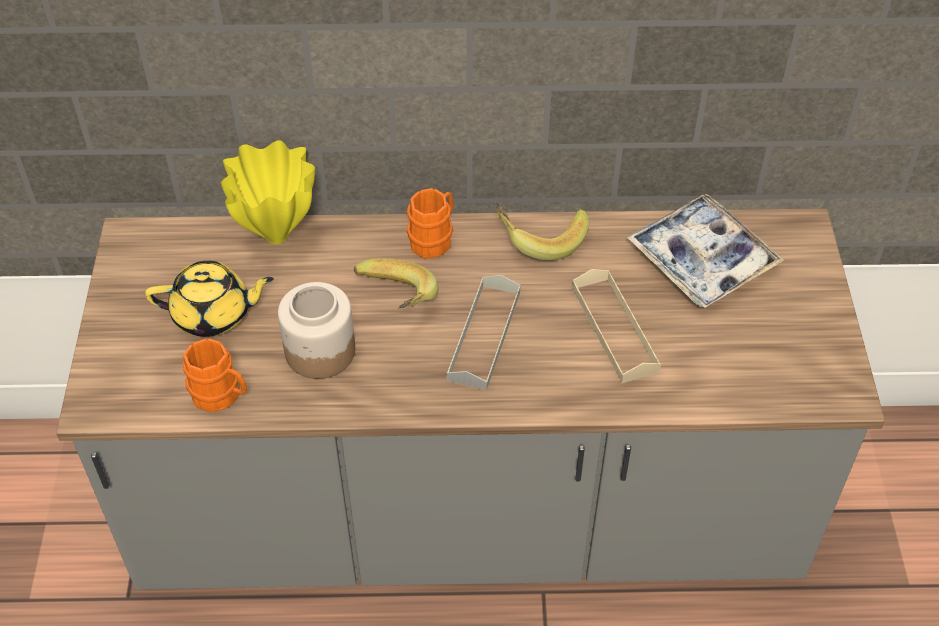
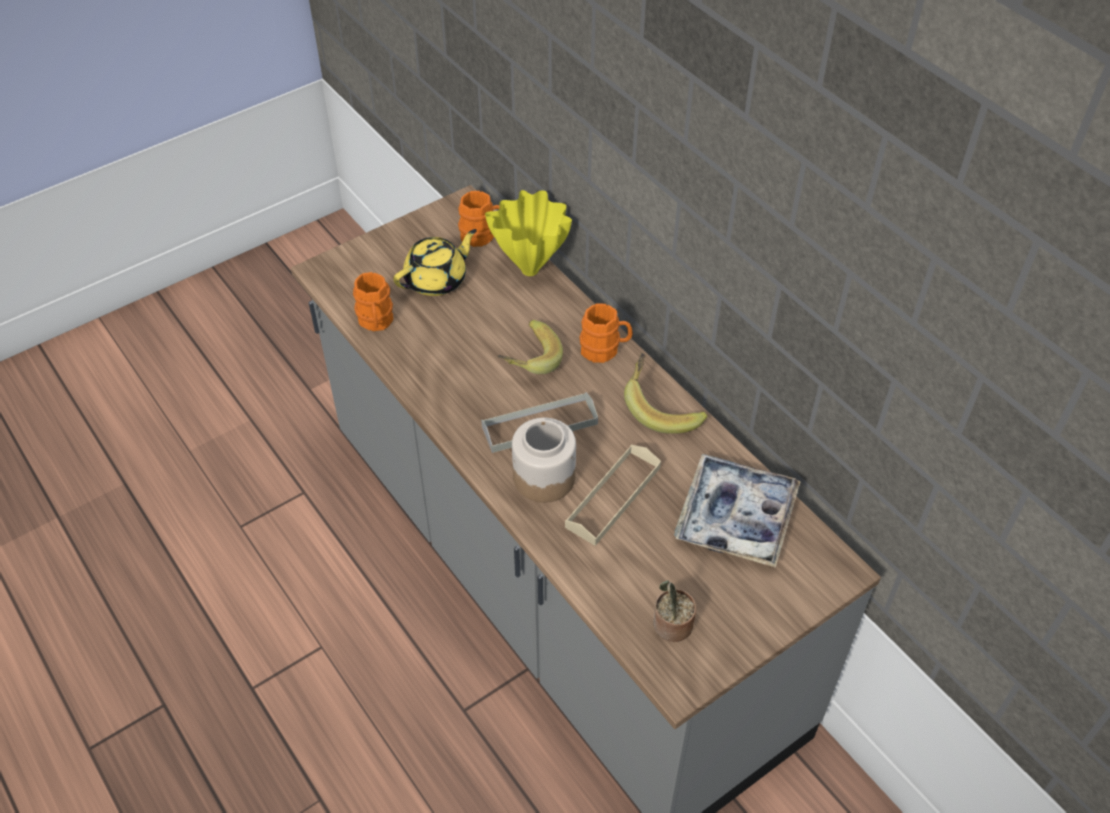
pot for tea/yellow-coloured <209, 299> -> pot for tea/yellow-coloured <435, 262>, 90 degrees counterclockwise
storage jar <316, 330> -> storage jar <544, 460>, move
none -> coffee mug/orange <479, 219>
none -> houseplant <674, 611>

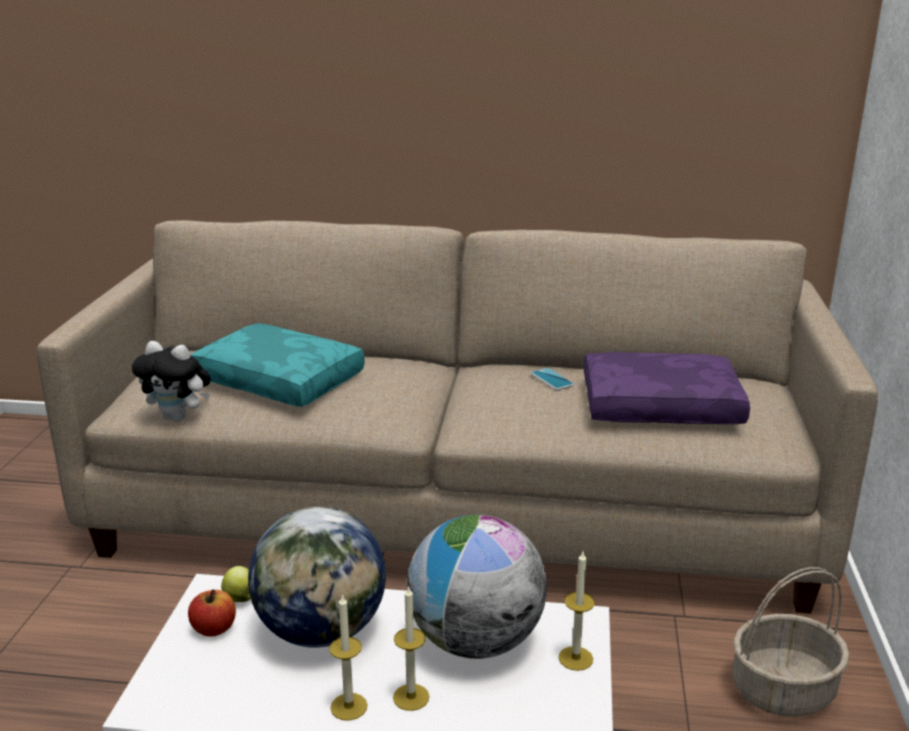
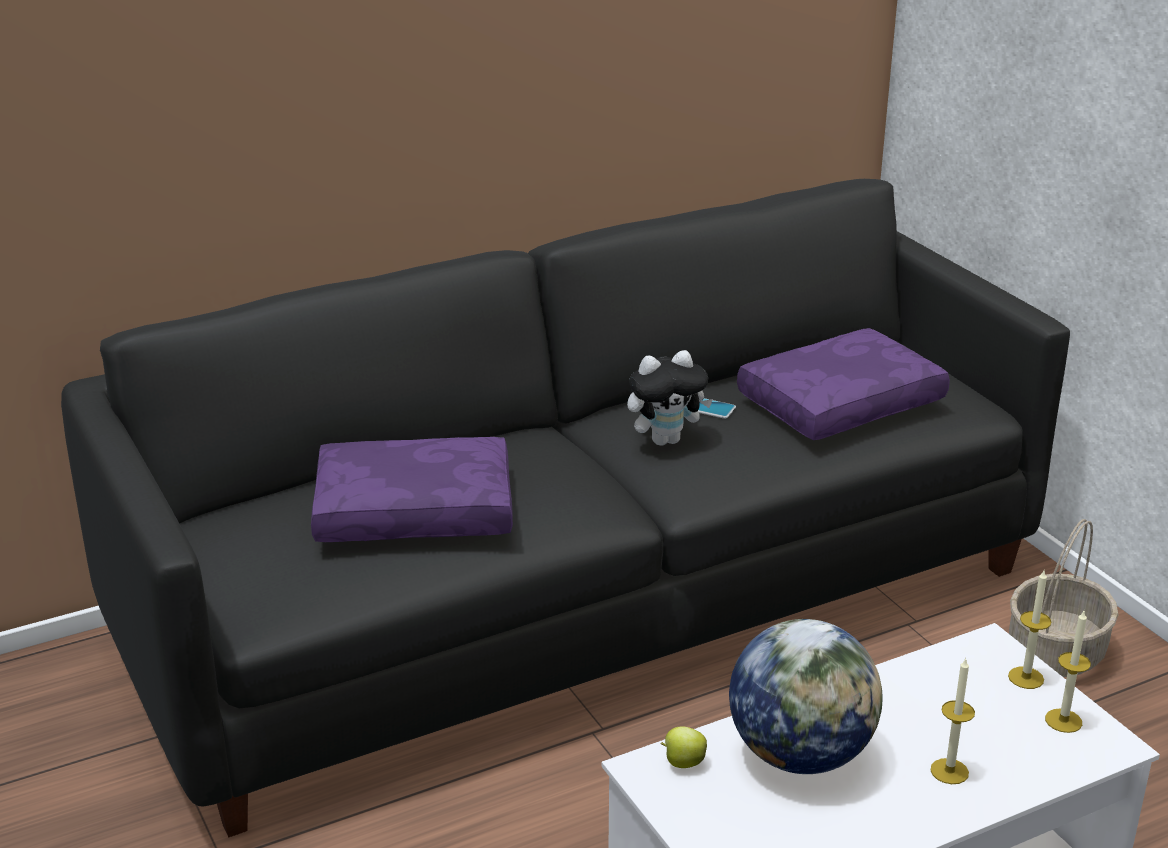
couch/beige <457, 417> -> couch/black-coloured <565, 508>
cushion/turquoise-coloured <277, 365> -> cushion/purple-coloured <412, 489>
plush toy <171, 381> -> plush toy <670, 398>, move
world globe <477, 587> -> none
whole apple <212, 613> -> none
wax candle <348, 657> -> wax candle <1068, 672>, move

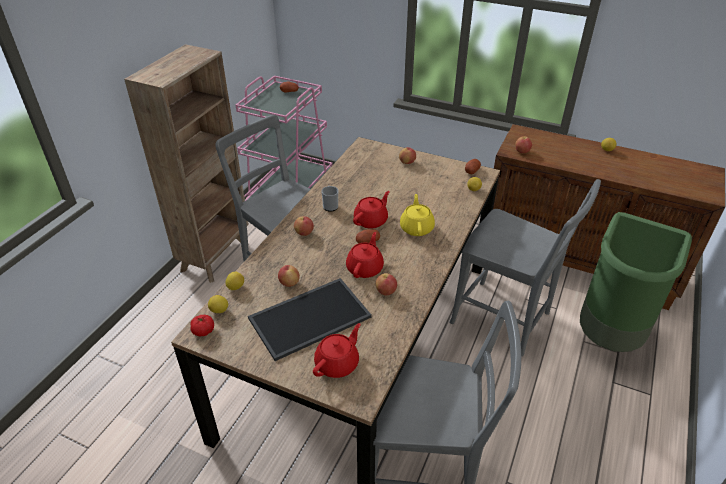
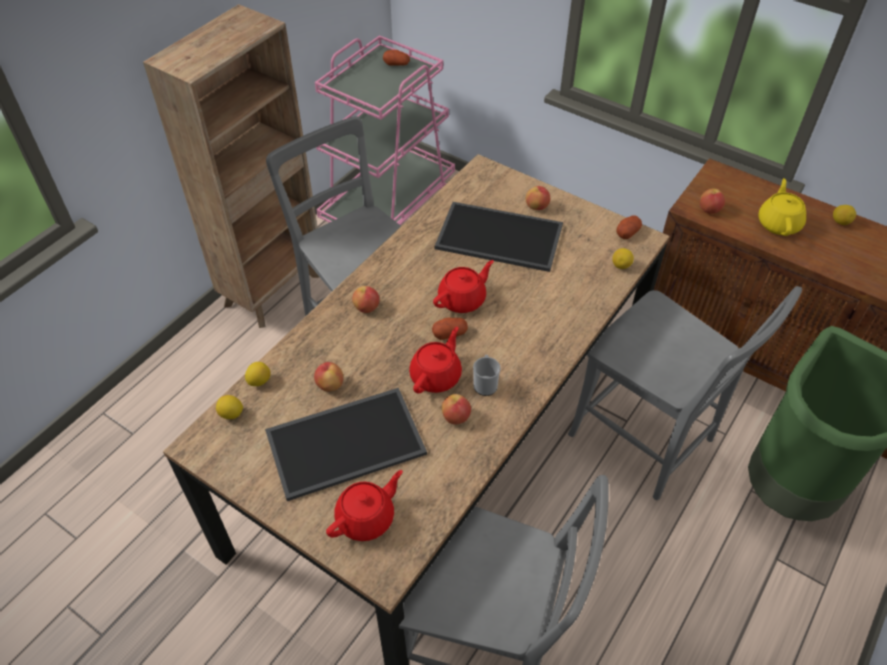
coffee mug <330, 198> -> coffee mug <487, 375>, move
pot for tea/yellow-coloured <417, 215> -> pot for tea/yellow-coloured <782, 207>, move
fresh tomato <202, 325> -> none
none -> serving tray <499, 237>

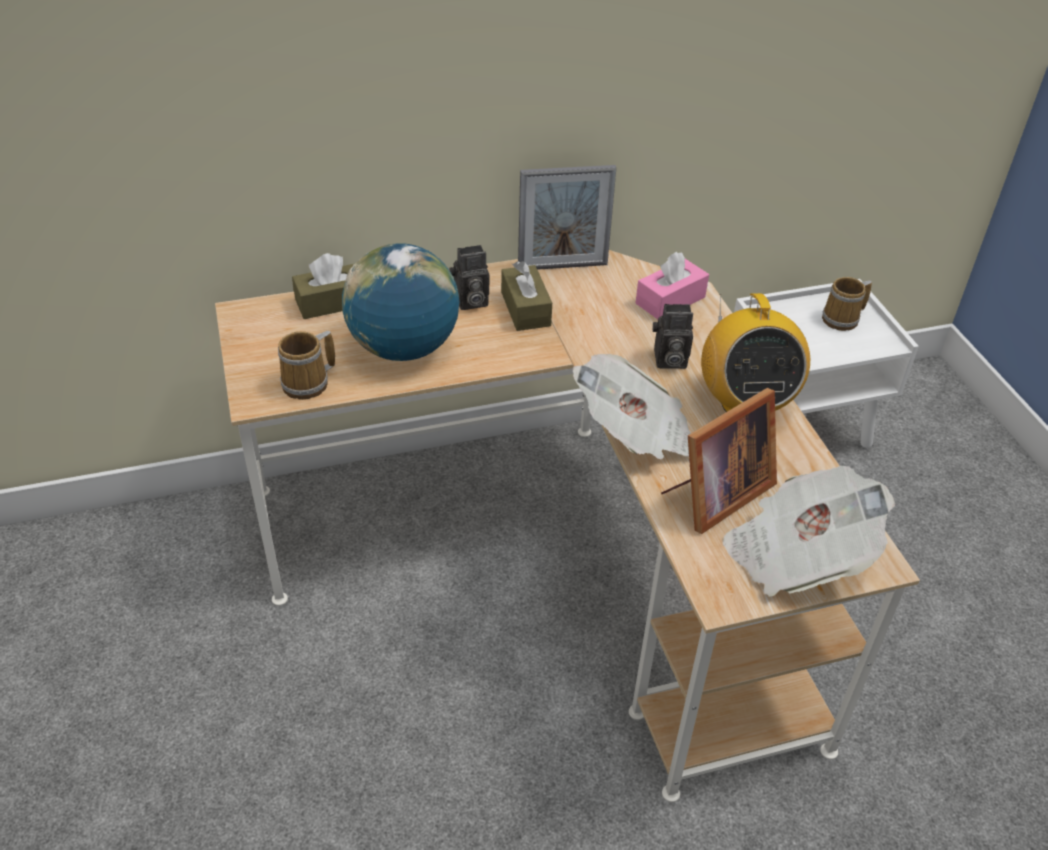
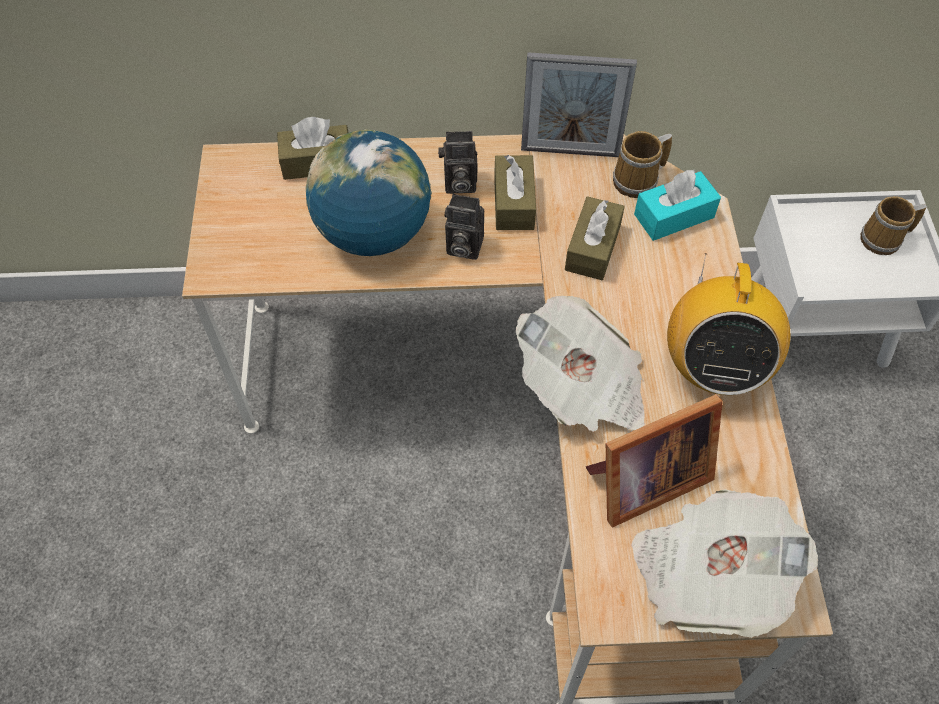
tissue box/pink-coloured <672, 285> -> tissue box/turquoise-coloured <677, 205>
still camera <673, 336> -> still camera <464, 227>, move
coffee mug <306, 365> -> coffee mug <642, 164>, move
none -> tissue box/brownish <595, 238>

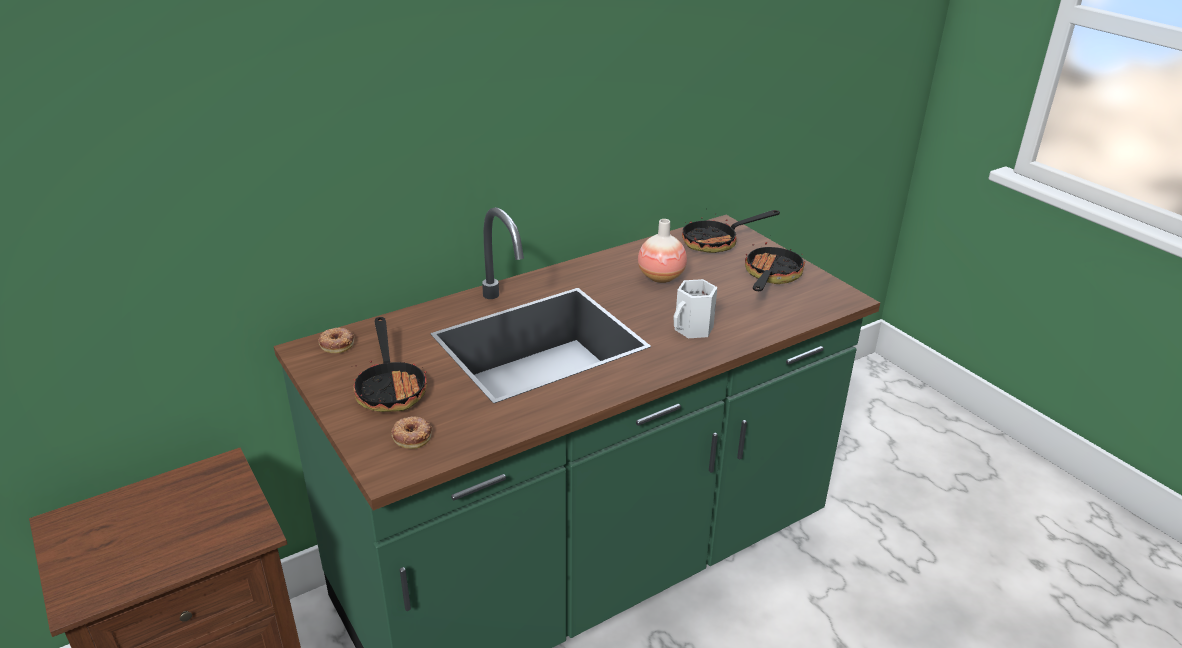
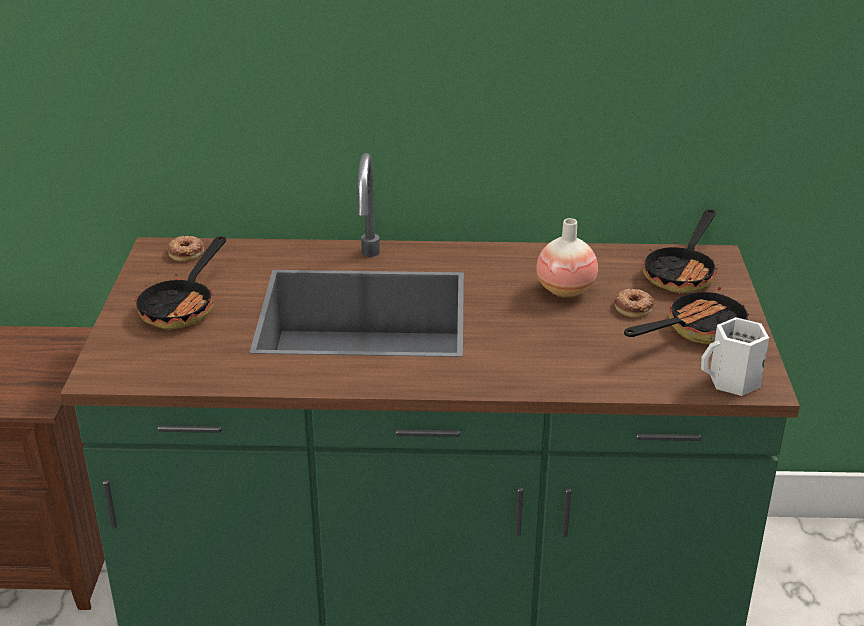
skillet <731, 231> -> skillet <680, 251>, 75 degrees counterclockwise
coffee mug/white <696, 308> -> coffee mug/white <735, 356>, move
doughnut <411, 432> -> doughnut <634, 303>, move

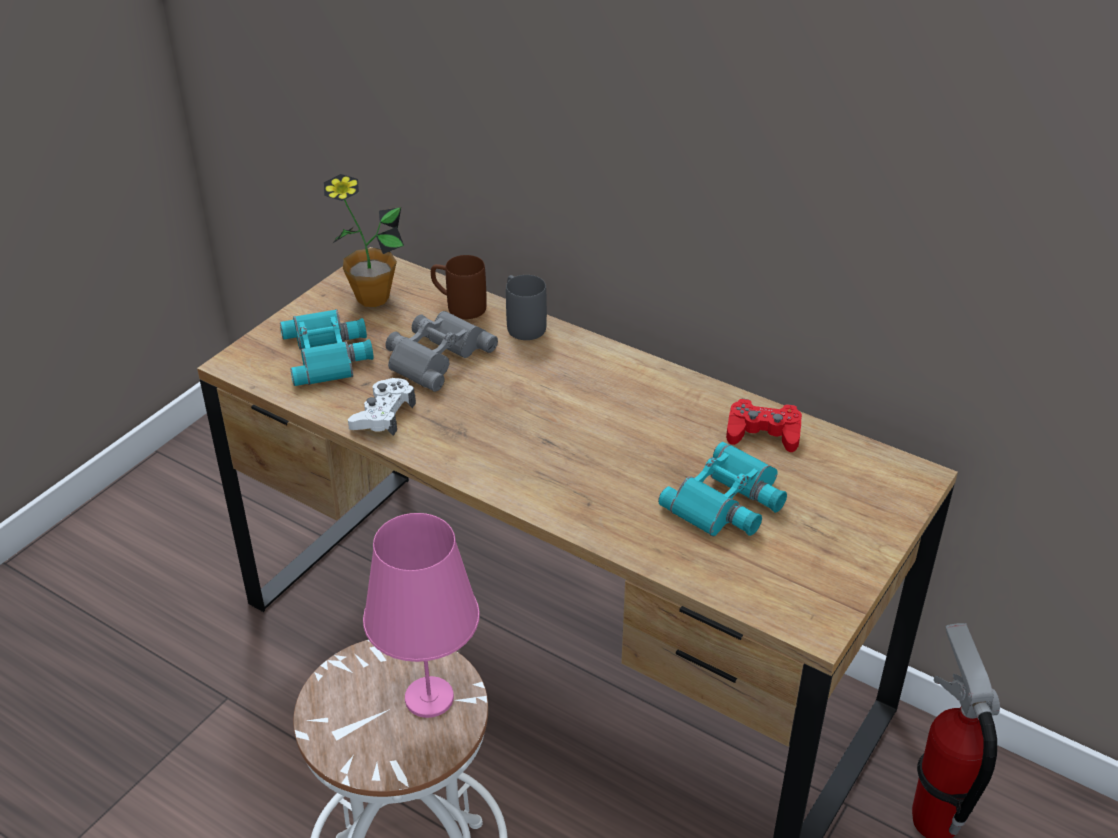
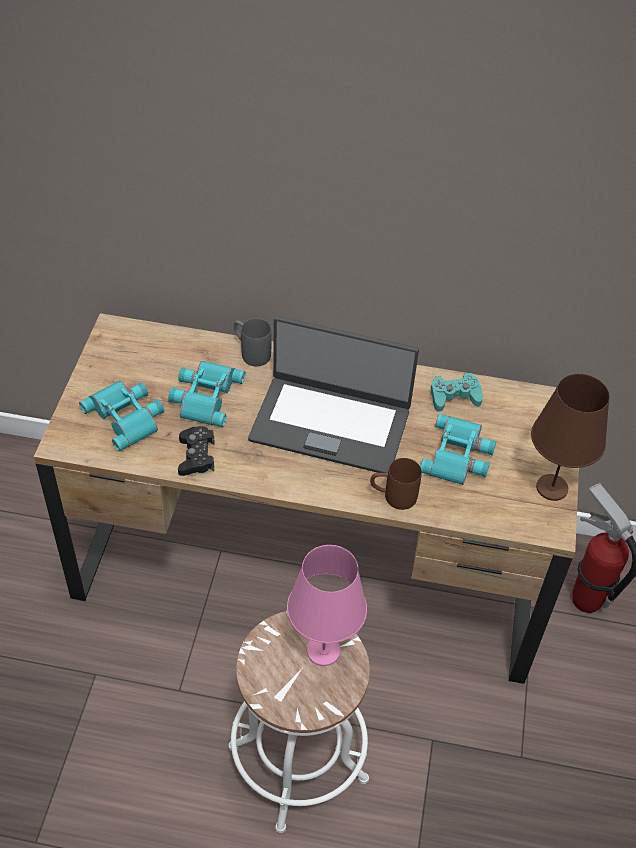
houseplant <364, 240> -> none
coffee mug/brownish <459, 287> -> coffee mug/brownish <396, 484>, move
pair of binoculars/greyish <441, 351> -> pair of binoculars/turquoise-coloured <206, 394>
game controller/white <382, 407> -> game controller/black-coloured <196, 451>
game controller/red <764, 425> -> game controller/turquoise-coloured <457, 392>
none -> laptop <333, 394>
none -> tabletop lamp/brownish <570, 437>

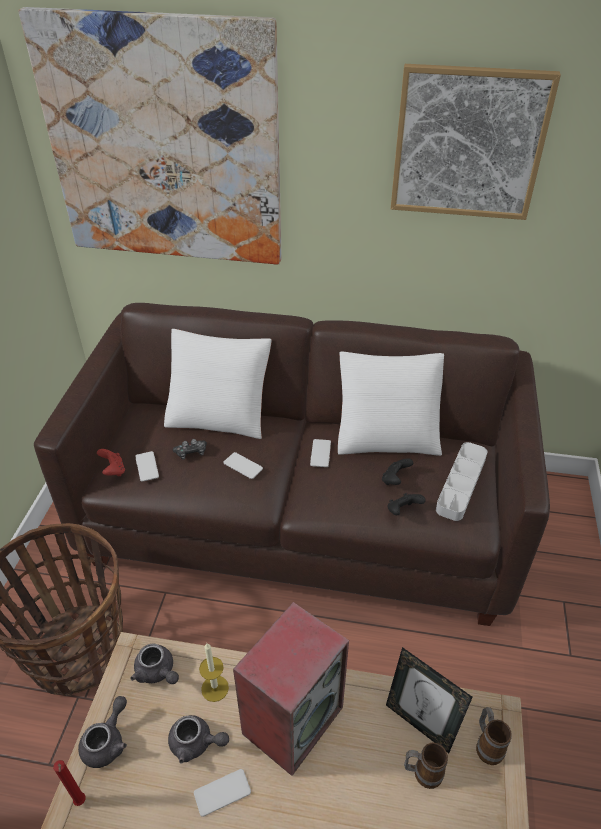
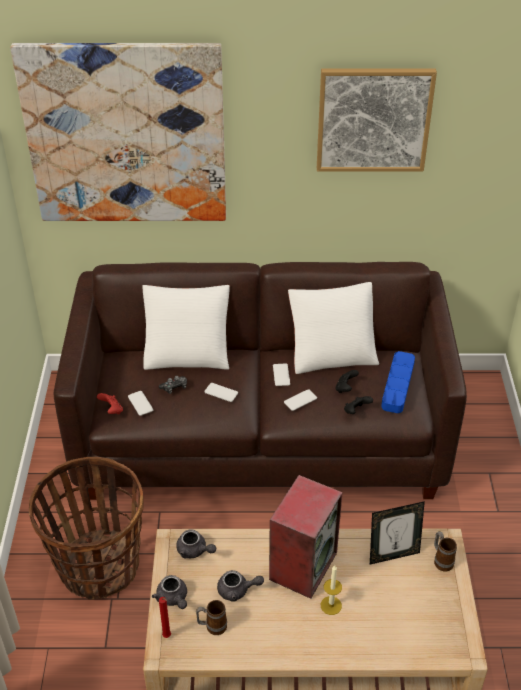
serving tray/greyish <461, 481> -> serving tray/blue <398, 382>
wax candle <214, 672> -> wax candle <331, 590>, move
standing frame <429, 700> -> standing frame <397, 533>, 45 degrees counterclockwise
pot for tea/greyish <102, 732> -> pot for tea/greyish <169, 592>, 135 degrees clockwise
coffee mug <426, 765> -> coffee mug <211, 617>, move
handset <222, 793> -> handset <300, 400>, move

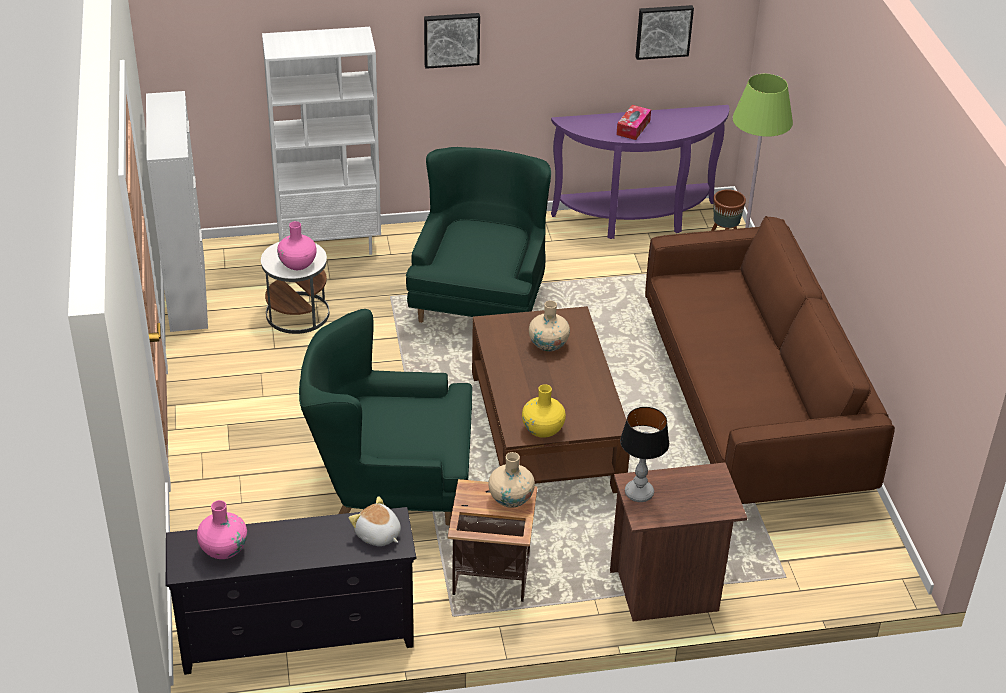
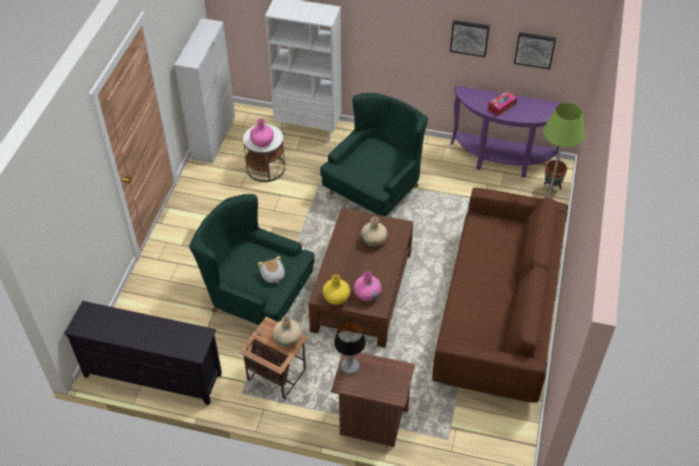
picture <452, 41> -> picture <470, 38>, move
plush toy <375, 521> -> plush toy <271, 270>, move
flower vase/pink-coloured <222, 529> -> flower vase/pink-coloured <367, 286>, move

